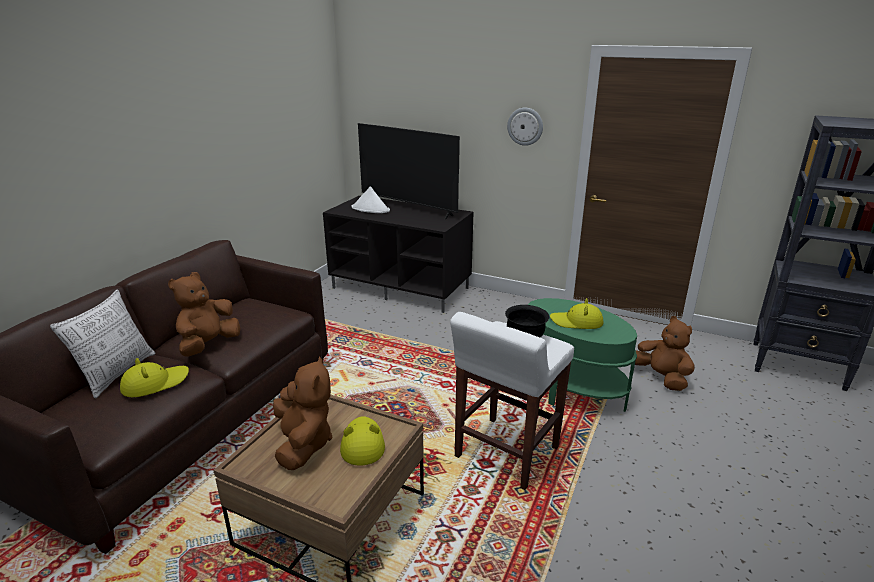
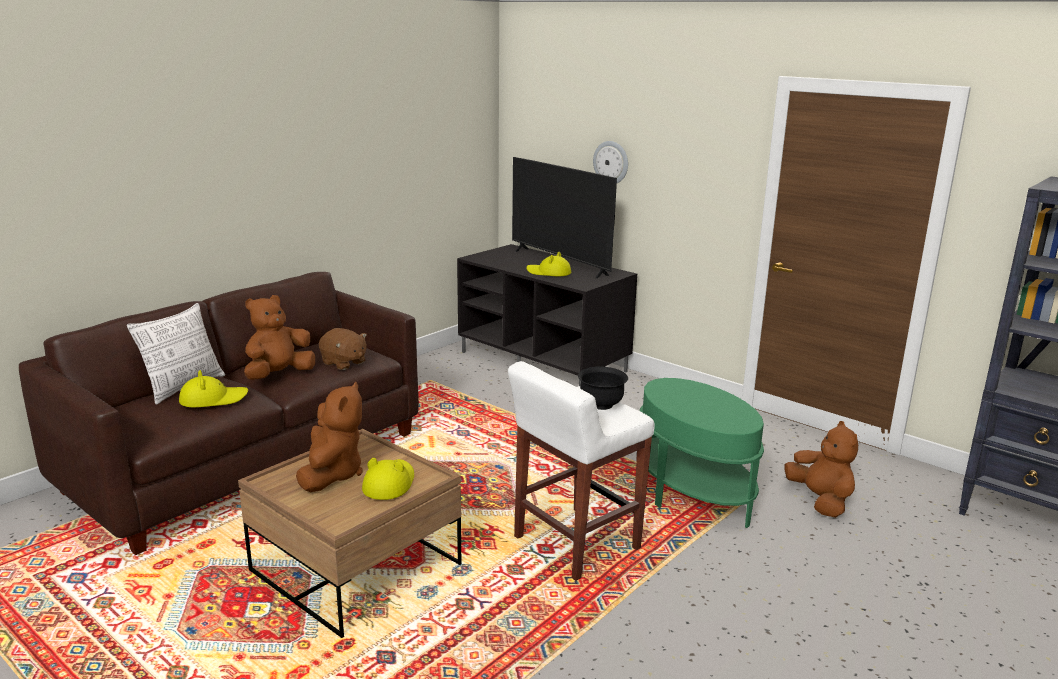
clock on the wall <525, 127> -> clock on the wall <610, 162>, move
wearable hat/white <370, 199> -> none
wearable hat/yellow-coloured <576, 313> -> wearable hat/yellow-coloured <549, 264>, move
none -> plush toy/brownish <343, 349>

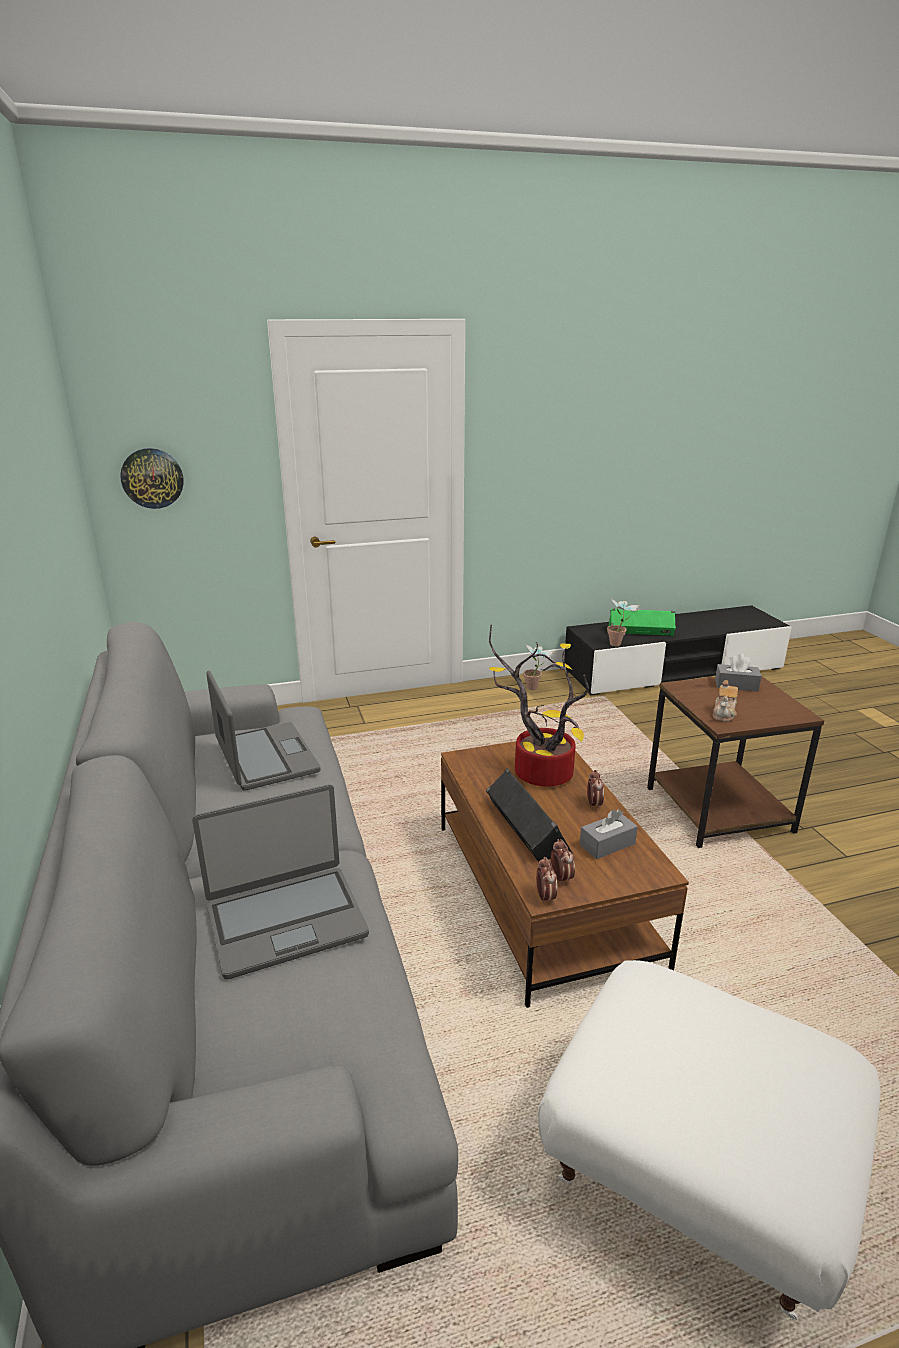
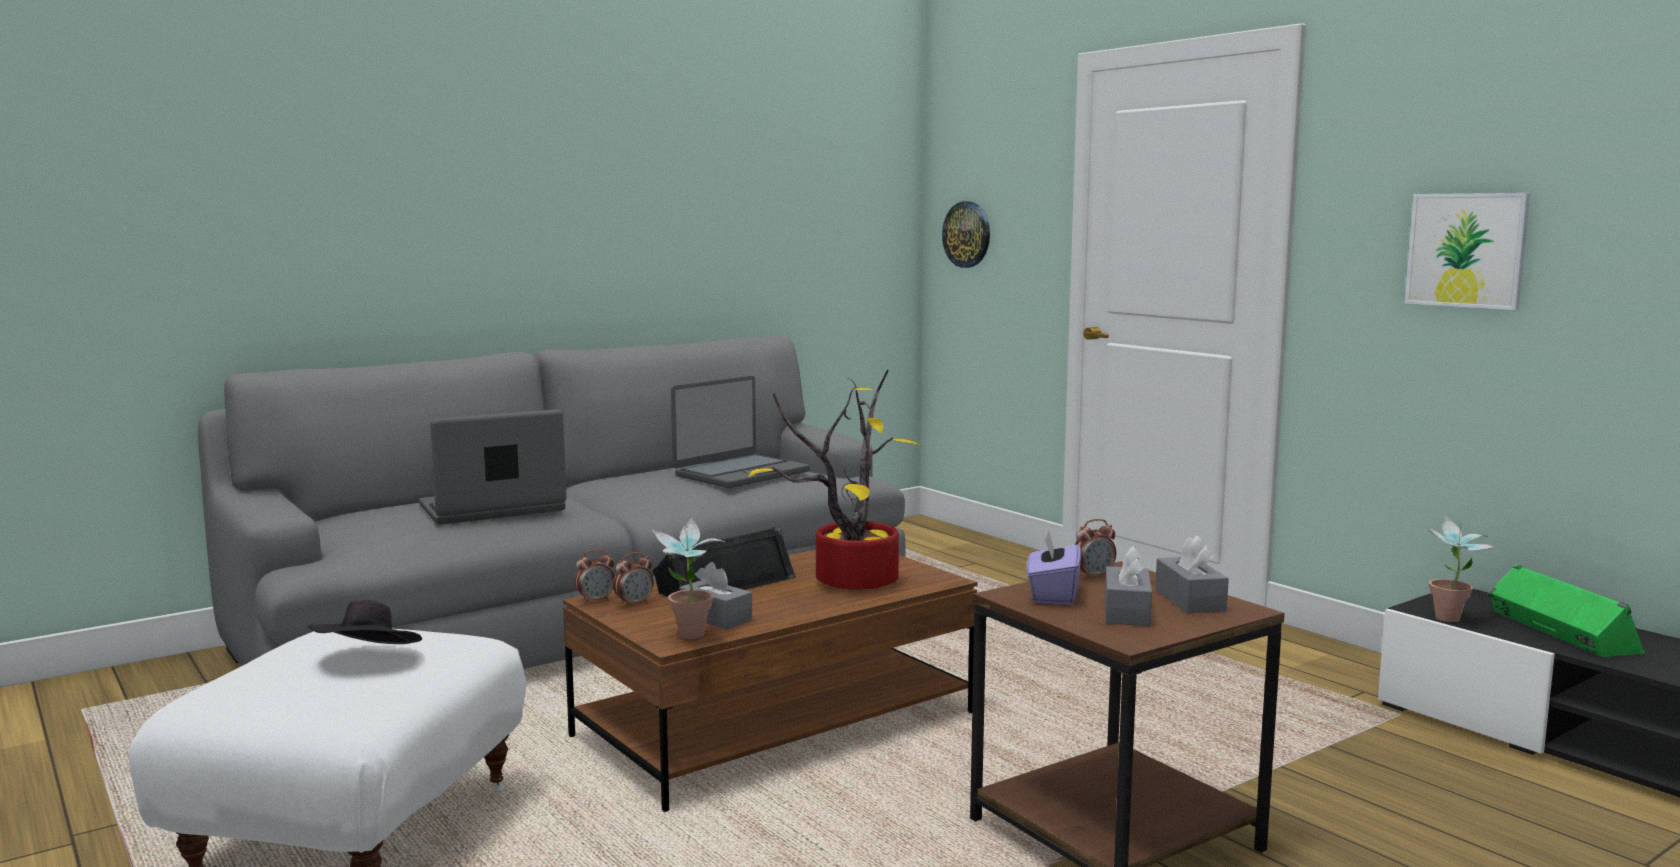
houseplant <538, 667> -> houseplant <688, 578>, move
pot for tea <725, 701> -> tissue box/purple-coloured <1054, 567>
alarm clock <595, 790> -> alarm clock <1095, 549>, move
laptop <280, 882> -> laptop <493, 467>, 105 degrees clockwise
none -> picture <1467, 251>
none -> tissue box/greyish <1128, 586>
none -> wearable hat/black-coloured <365, 622>

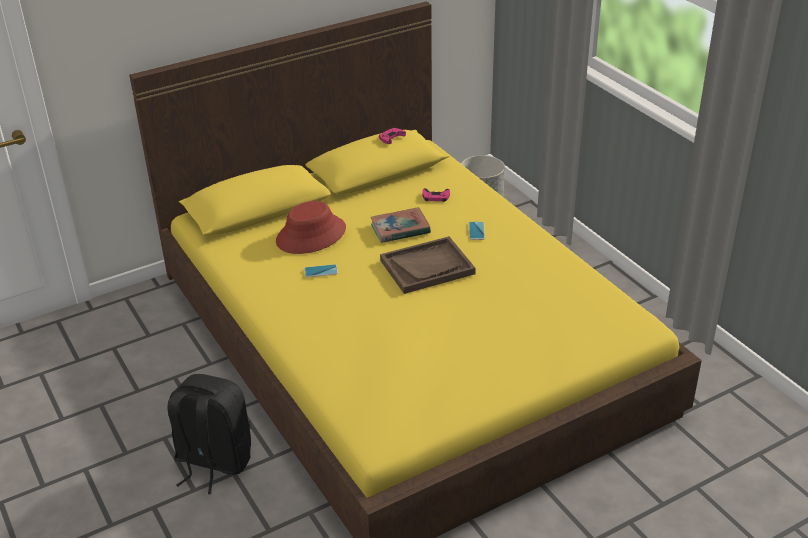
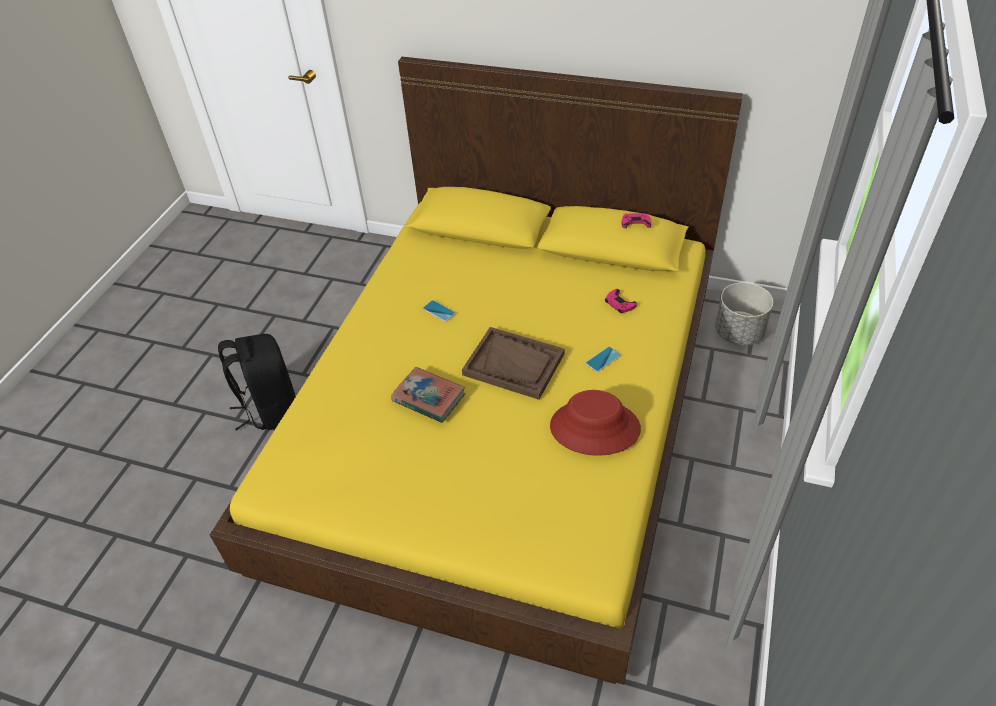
wearable hat/red <311, 227> -> wearable hat/red <595, 423>, move
volume <401, 225> -> volume <428, 395>, move

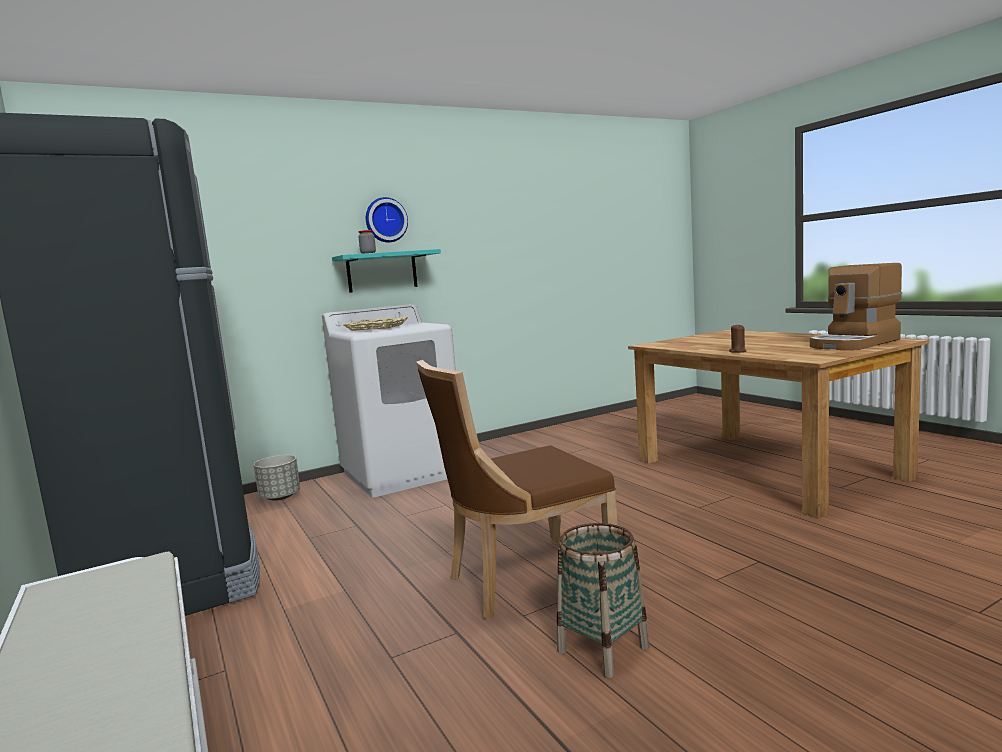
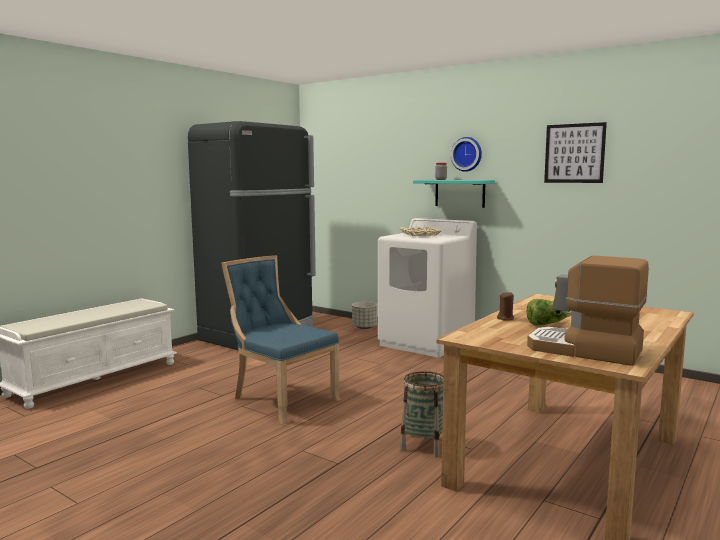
plain chair/brownish <516, 490> -> plain chair/blue <281, 339>
household basket <603, 600> -> household basket <421, 414>, move
none -> picture <575, 152>
none -> head of lettuce <549, 312>

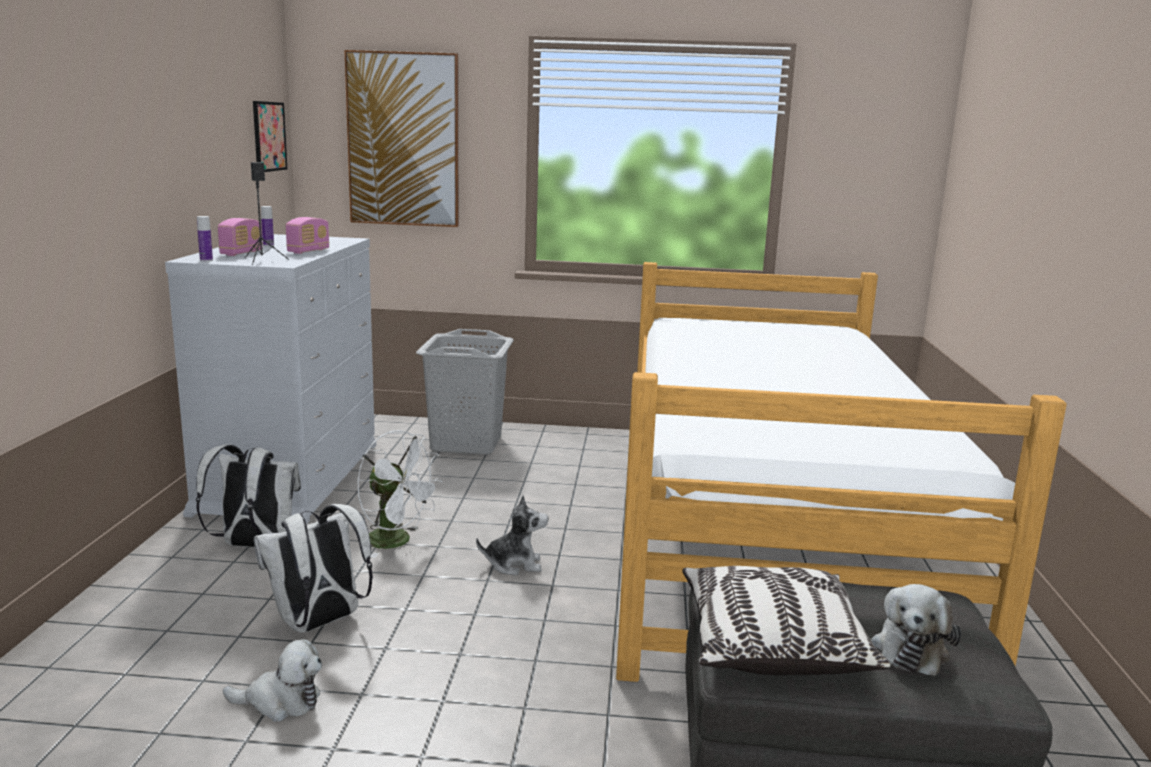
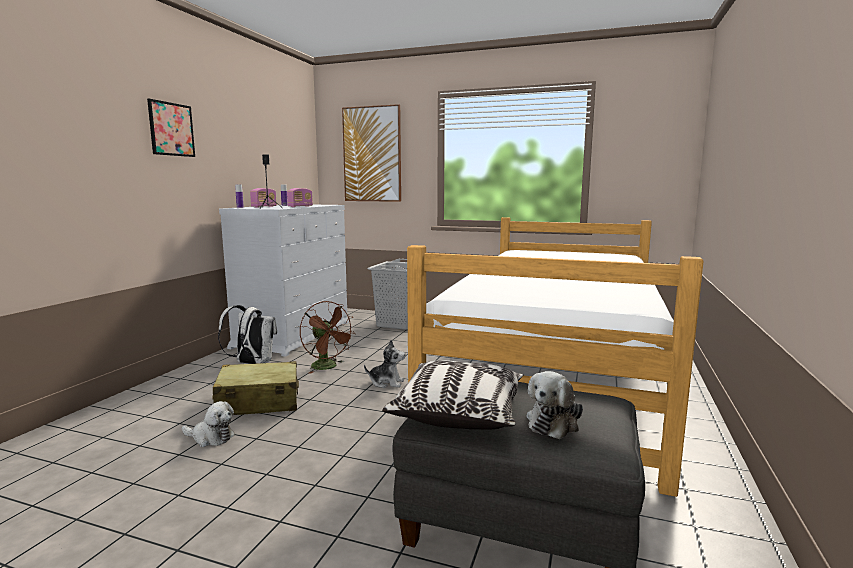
picture <270, 136> -> picture <171, 128>, move
fan/white <400, 494> -> fan/brownish <327, 337>
rucksack/white <313, 568> -> piece of luggage/beige <255, 388>

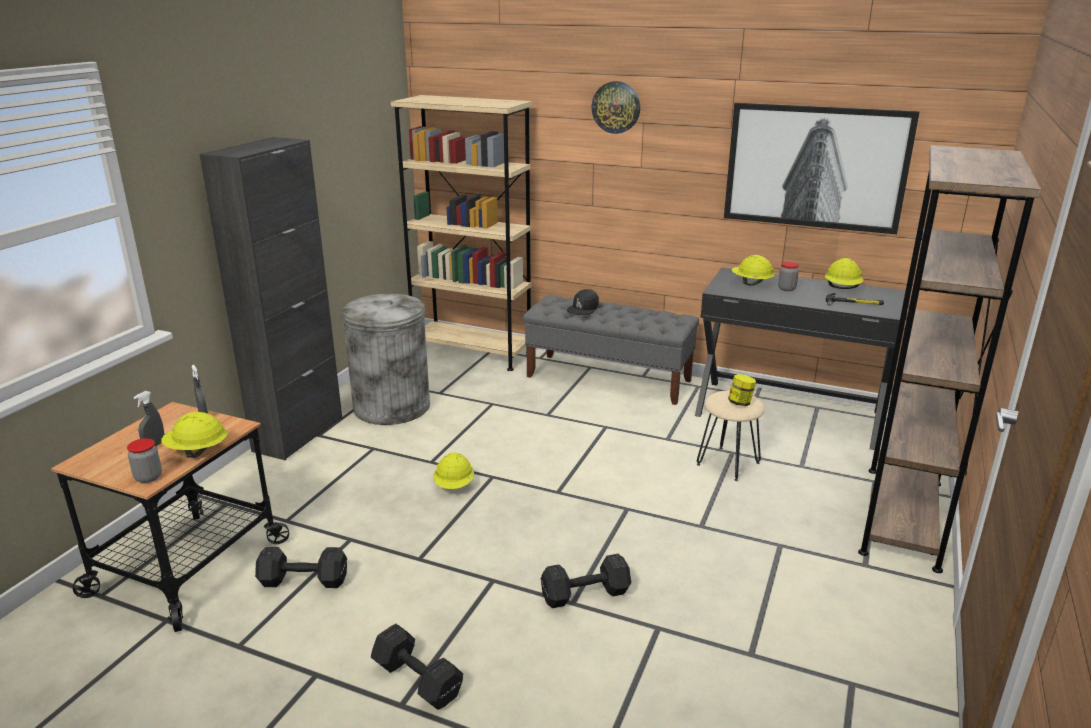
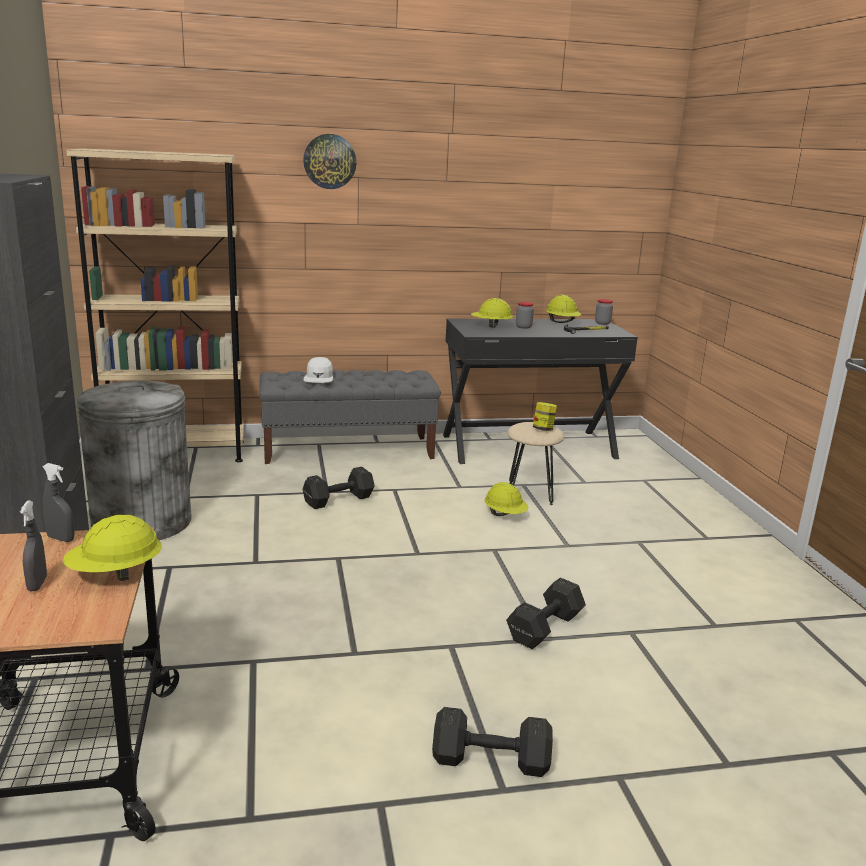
picture <822, 168> -> none
bookshelf/brownish <950, 359> -> none
baseball cap/black-coloured <583, 302> -> baseball cap/white <318, 370>
storage jar <144, 460> -> storage jar <604, 312>, move
hard hat/yellow-coloured <453, 471> -> hard hat/yellow-coloured <506, 499>, move
hand weight/black-coloured <301, 567> -> hand weight/black-coloured <339, 488>, move

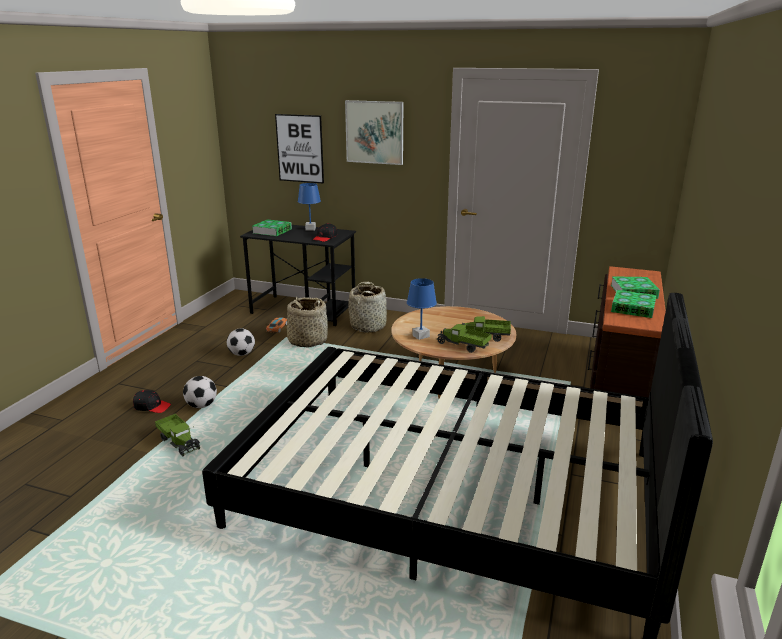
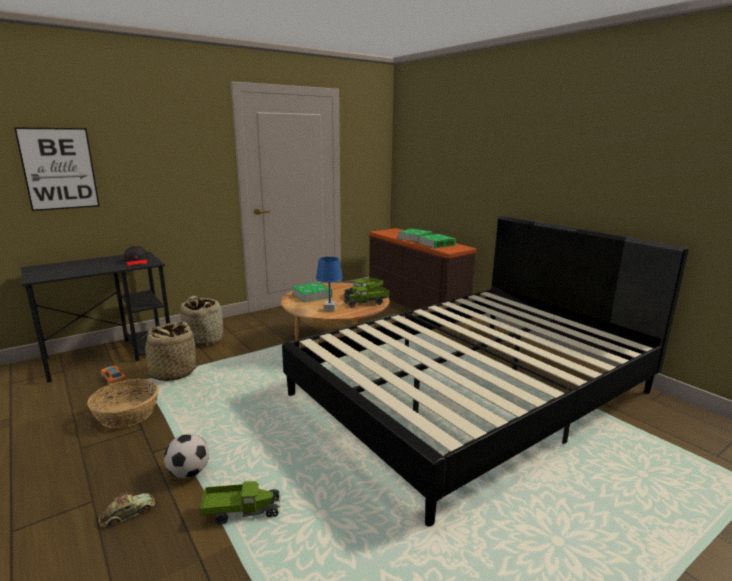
picture <374, 132> -> none
tabletop lamp/blue <309, 207> -> none
volume <272, 227> -> volume <312, 292>, move
football <241, 342> -> household basket <123, 403>
baseball cap/black-coloured <152, 401> -> toy car <127, 509>

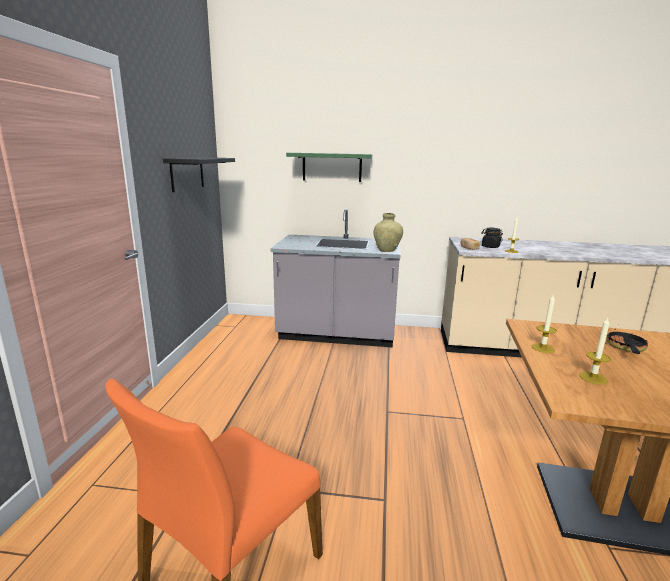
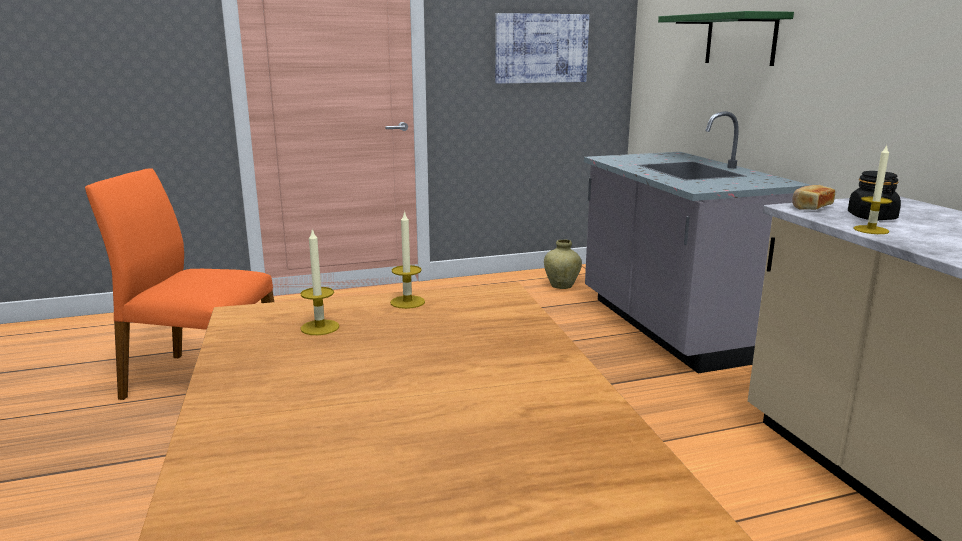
bracket shelf/black-coloured <199, 174> -> picture <542, 48>
flower vase/beige <388, 232> -> flower vase/beige <563, 264>, move
skillet <627, 341> -> none

